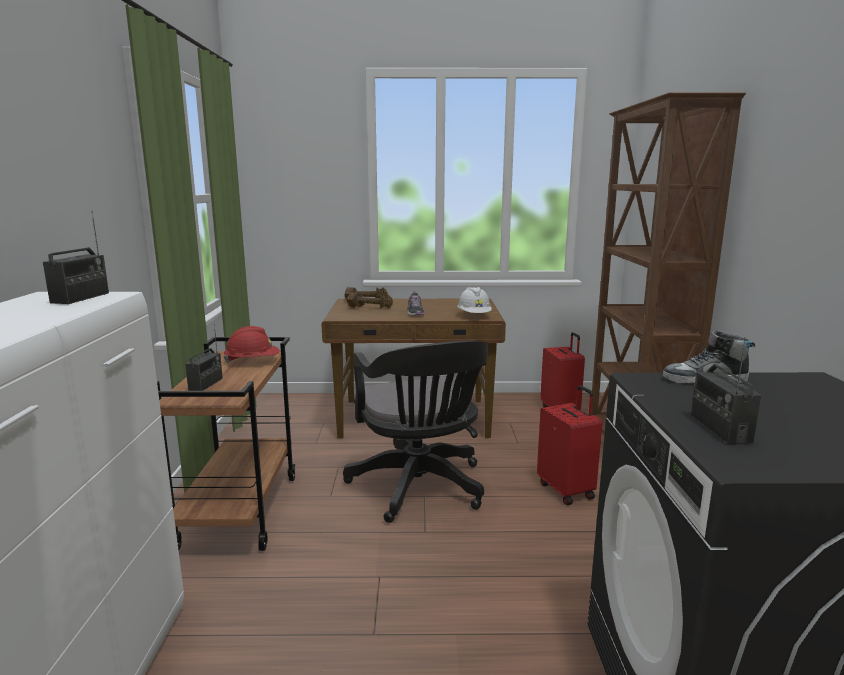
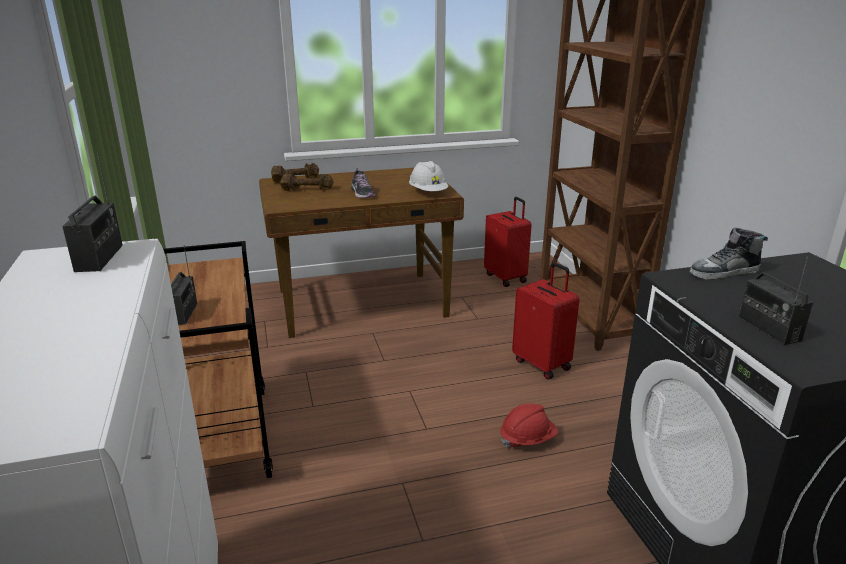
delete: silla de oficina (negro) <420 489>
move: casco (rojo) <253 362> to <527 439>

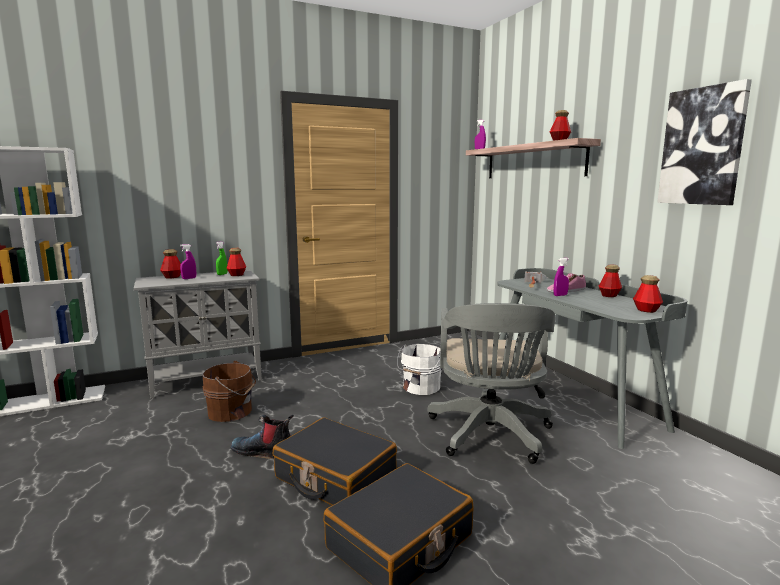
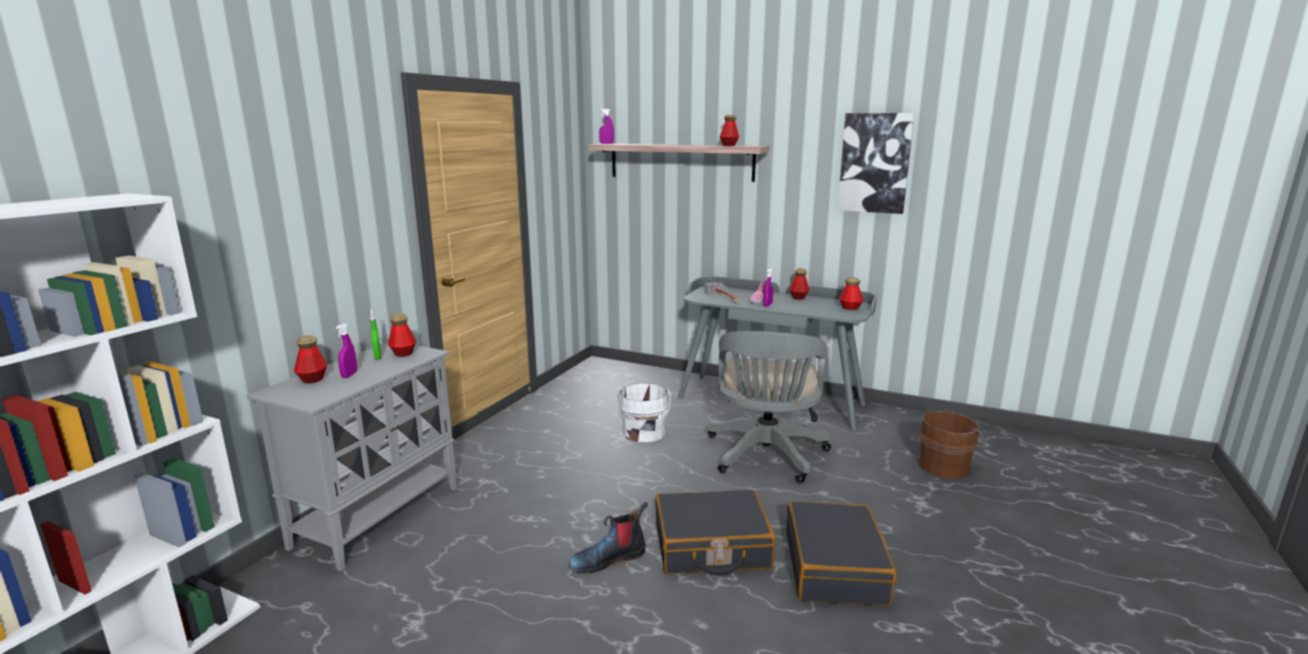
move: cubo (marrón) <232 412> to <945 466>
rotate: silla de oficina (gris) <490 436> = <765 456> 45 degrees clockwise

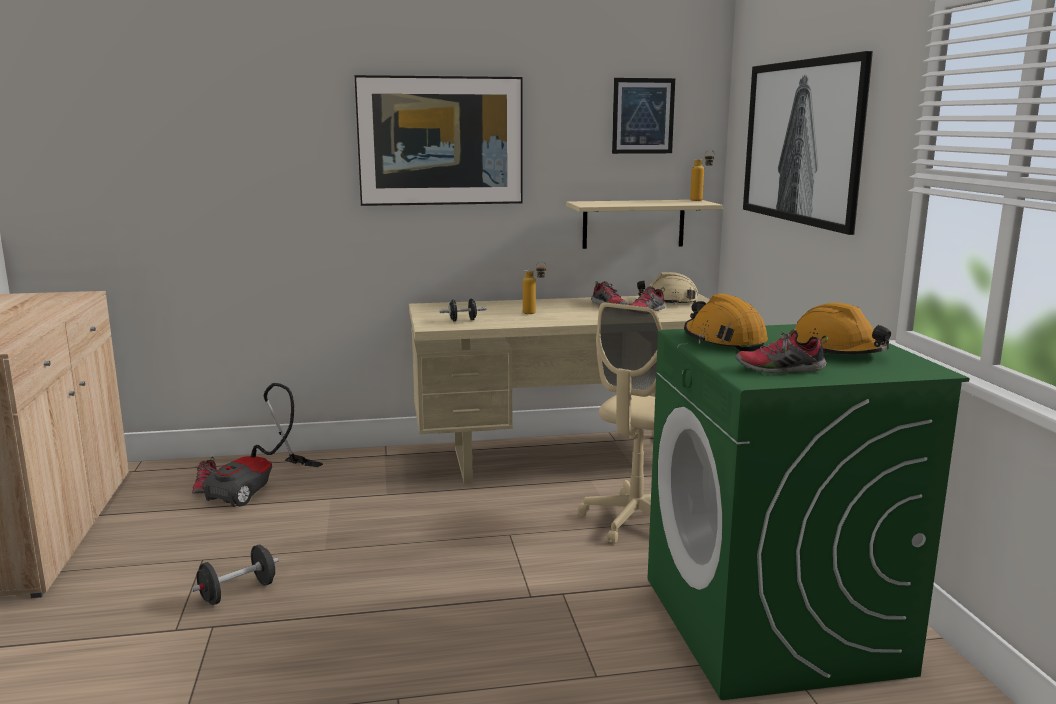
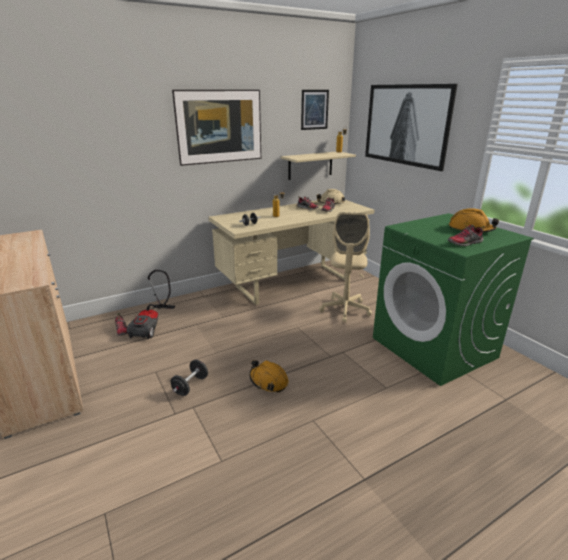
move: casco (naranja) <724 341> to <268 381>

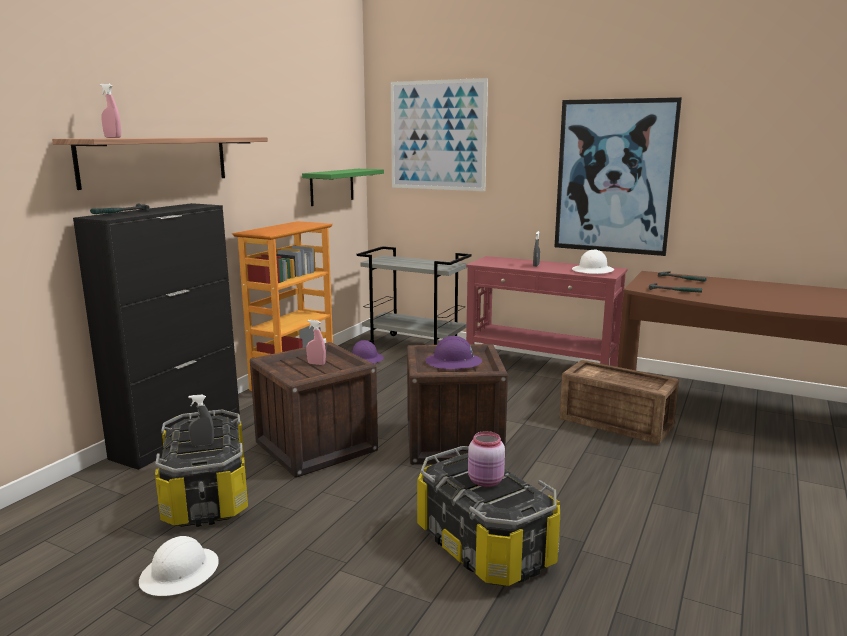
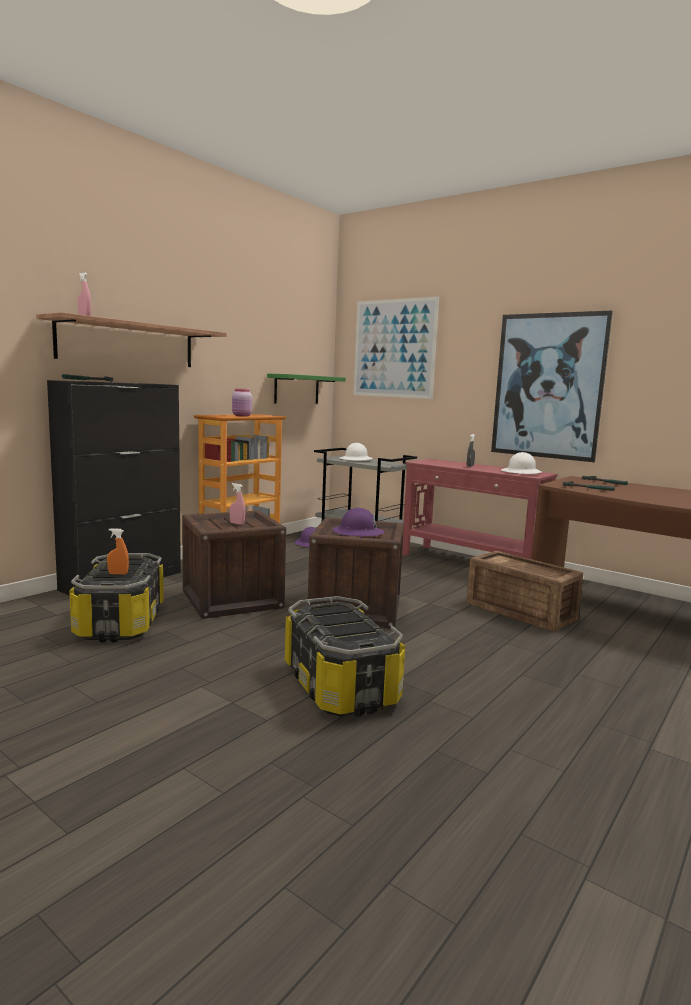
move: casco (blanco) <180 573> to <356 459>; tarro (rosa) <486 482> to <242 416>
recolor: pulverizador (gris) <202 444> to pulverizador (naranja) <118 574>

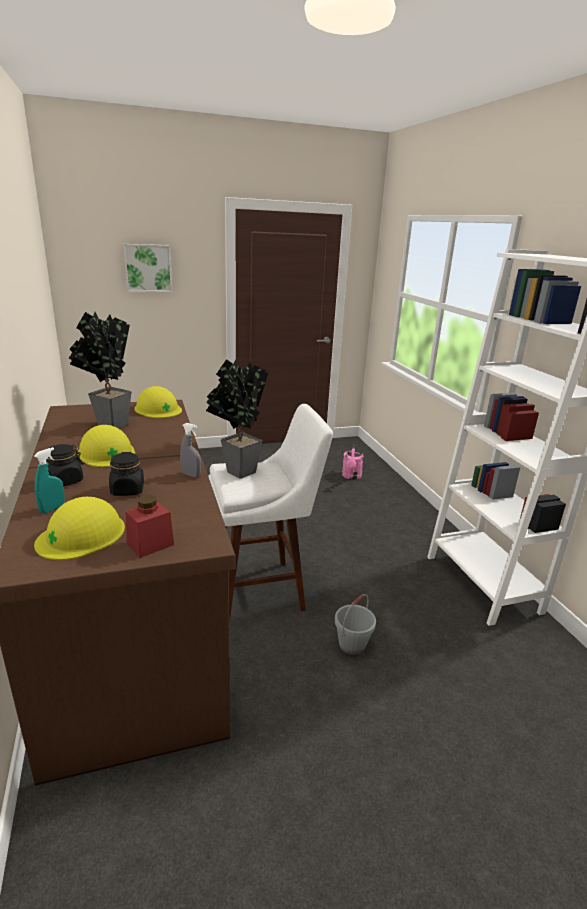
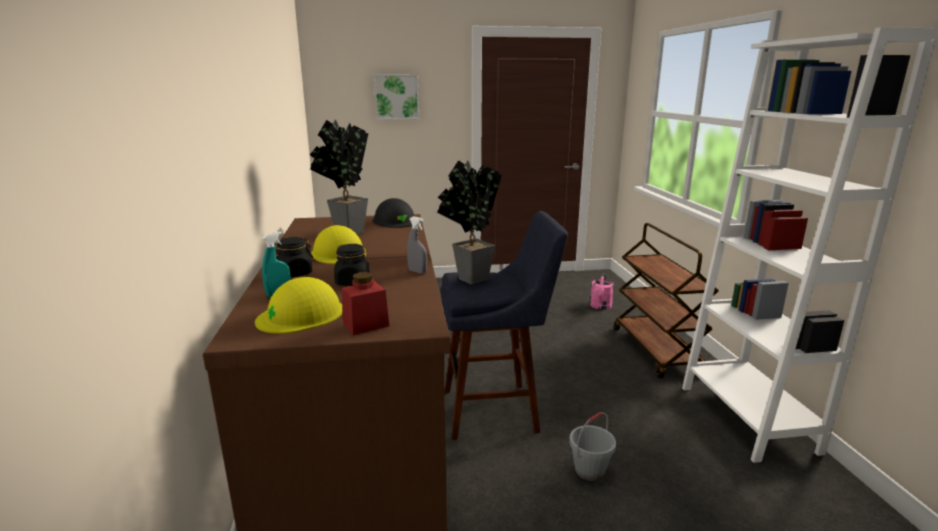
insert: carrito (marrón) <656 351>
recolor: casco (amarillo) <158 409> to casco (negro) <395 221>; taburete (blanco) <264 589> to taburete (azul) <497 410>

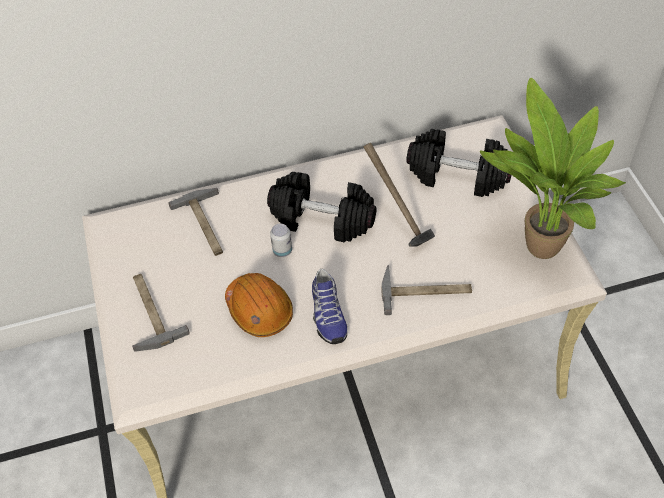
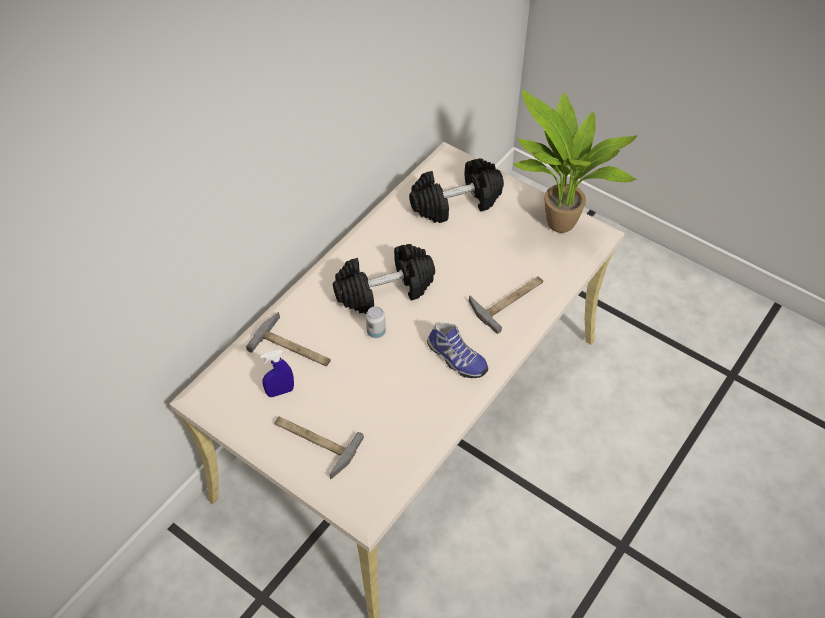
delete: casco (naranja) <259 310>; martillo <396 221>
insert: pulverizador (azul) <280 391>

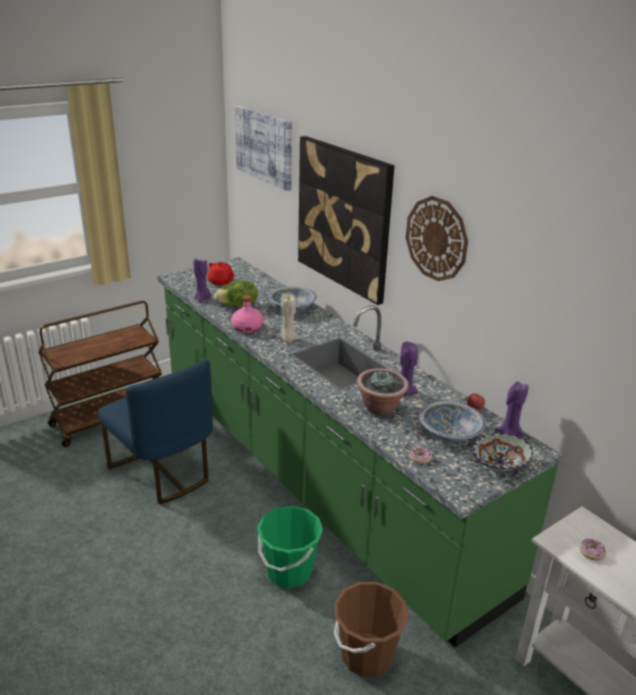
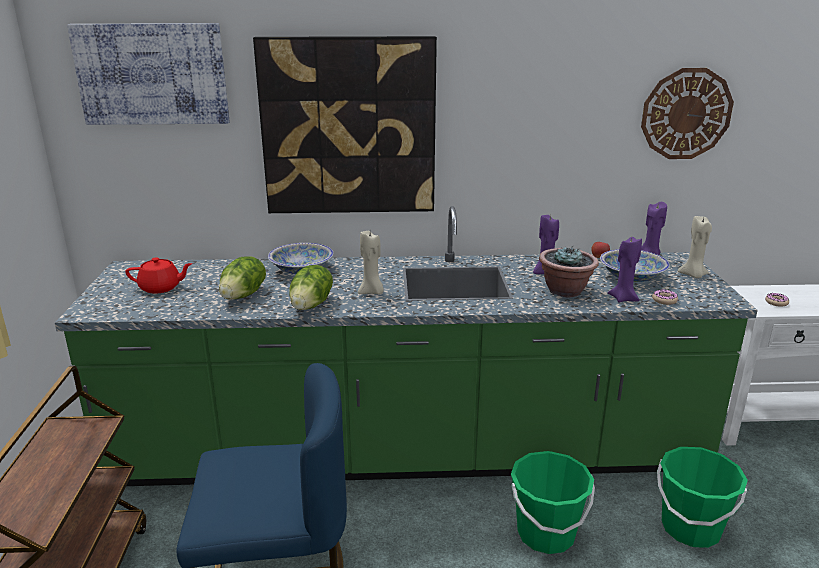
move: vela (morado) <203 299> to <623 298>; reloj de pared <436 238> to <686 114>
replace: botella (rosa) <248 328> to lechuga <312 305>; cuenco <499 464> to vela (beis) <693 275>
recolor: cubo (marrón) <366 655> to cubo (verde) <690 528>

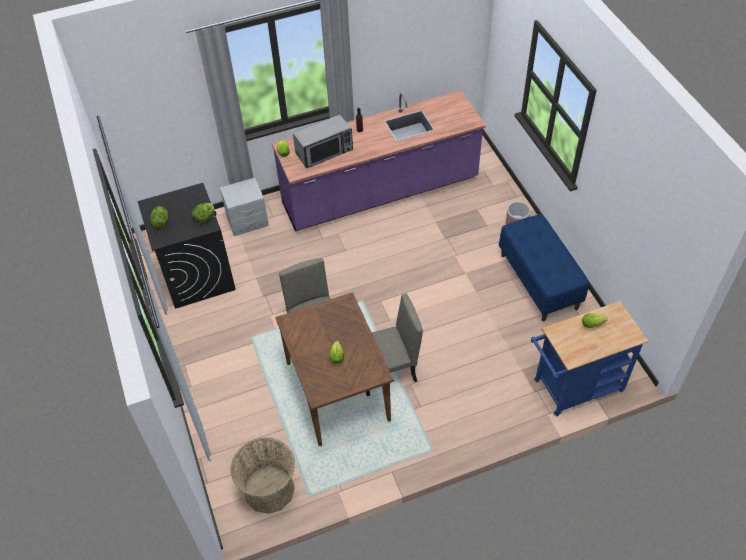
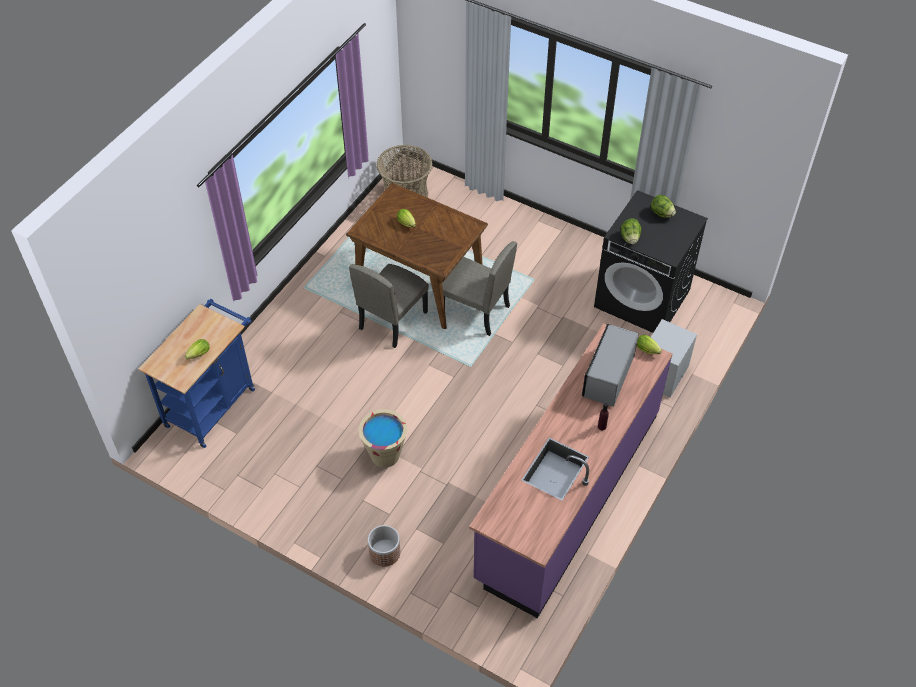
delete: banco (azul) <539 281>
insert: cubo (beis) <385 455>

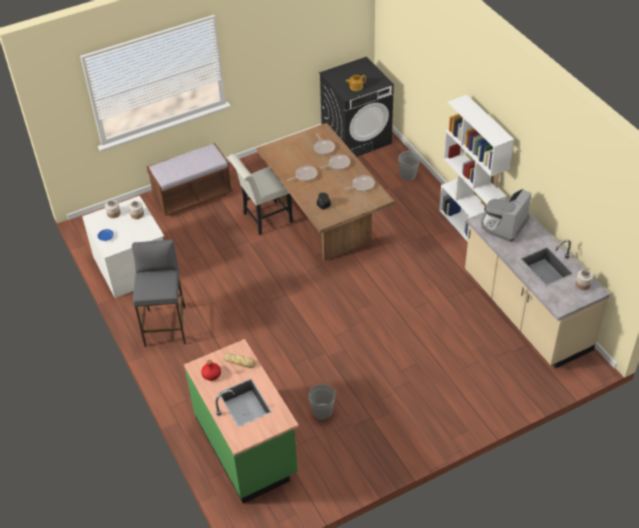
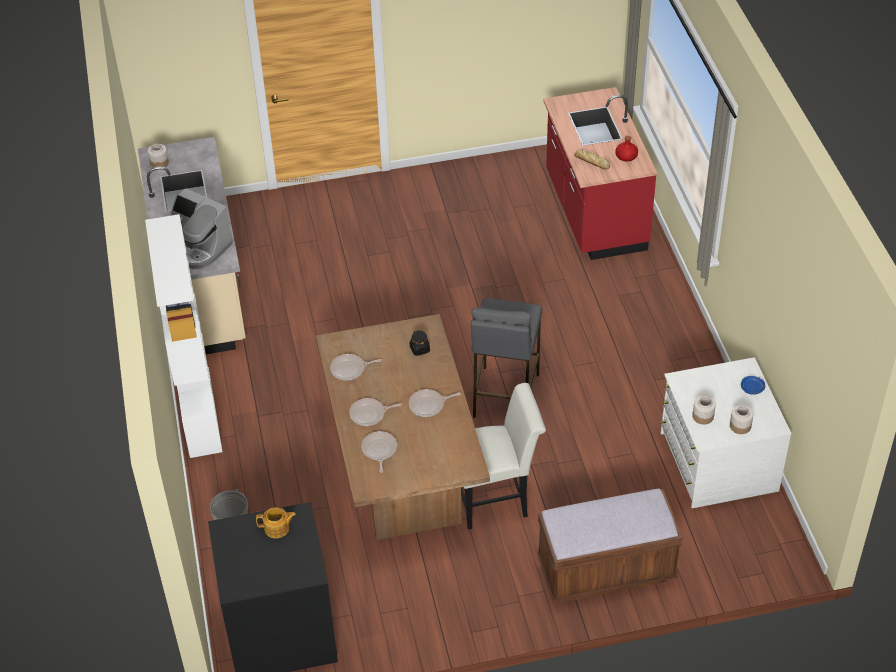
delete: cubo (gris) <322 411>
move: taburete (gris) <166 326> to <505 395>
recolor: mueble bajo de cocina (verde) <247 446> to mueble bajo de cocina (rojo) <594 212>
rotate: cafetera <504 225> = <197 248> 75 degrees clockwise

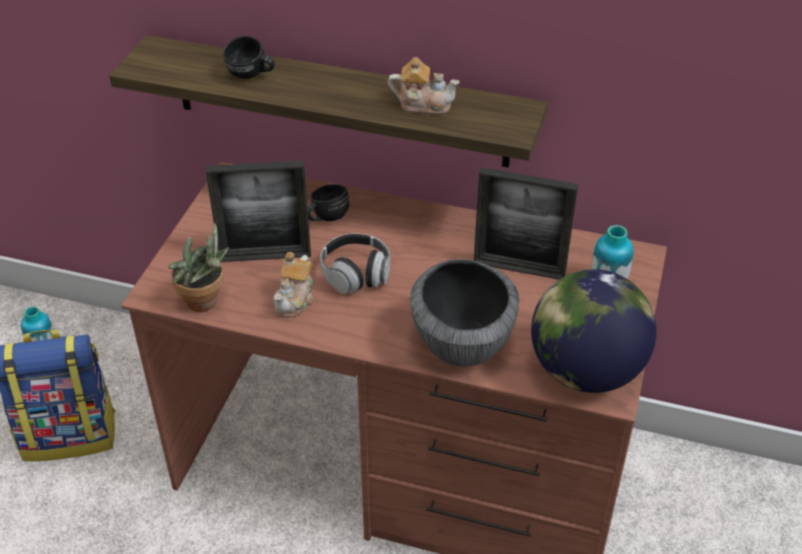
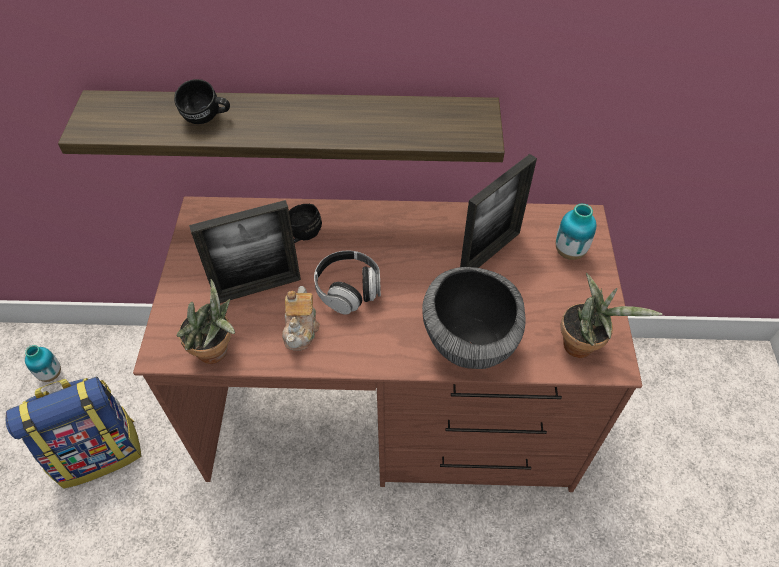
delete: tetera <423 104>
replace: globo terráqueo <585 371> to planta en maceta <583 345>
rotate: portarretratos <519 268> = <490 253> 45 degrees counterclockwise

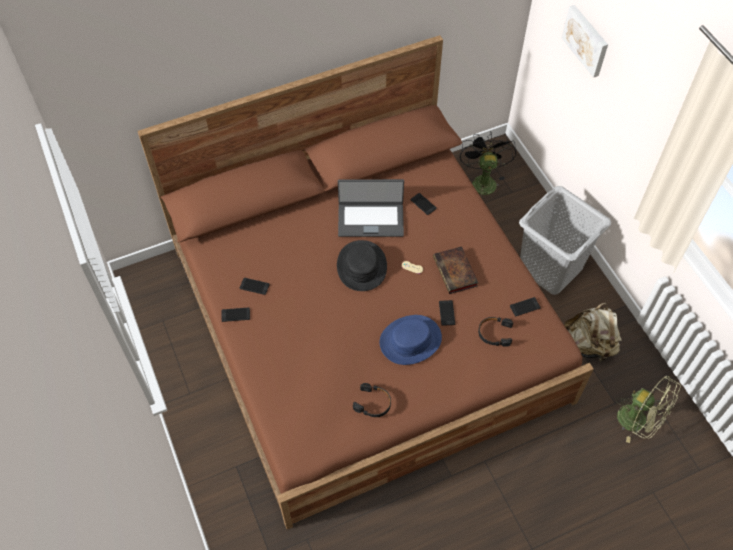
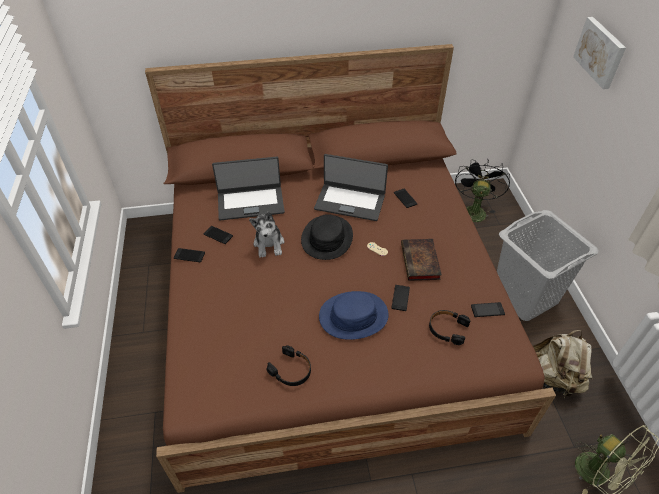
insert: portátil <250 202>; peluche <269 244>

